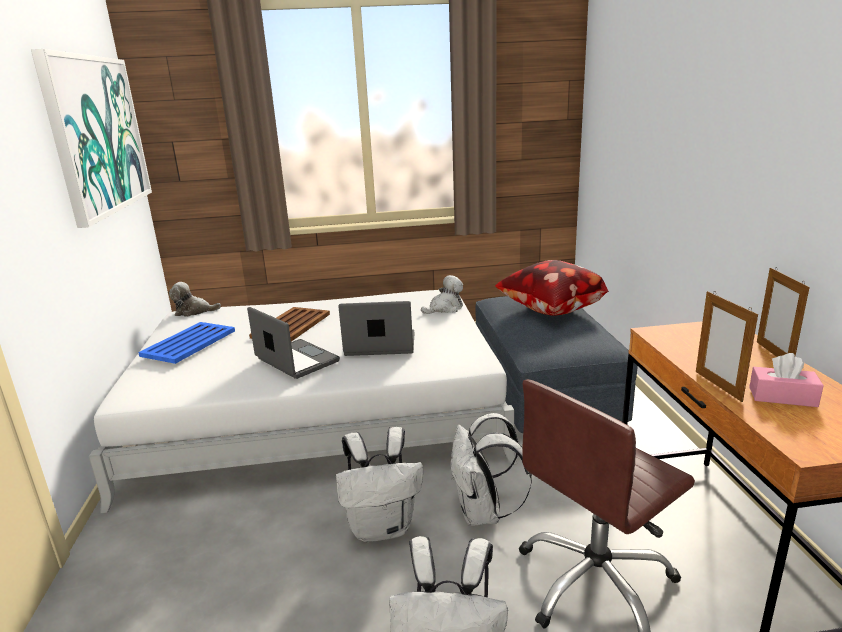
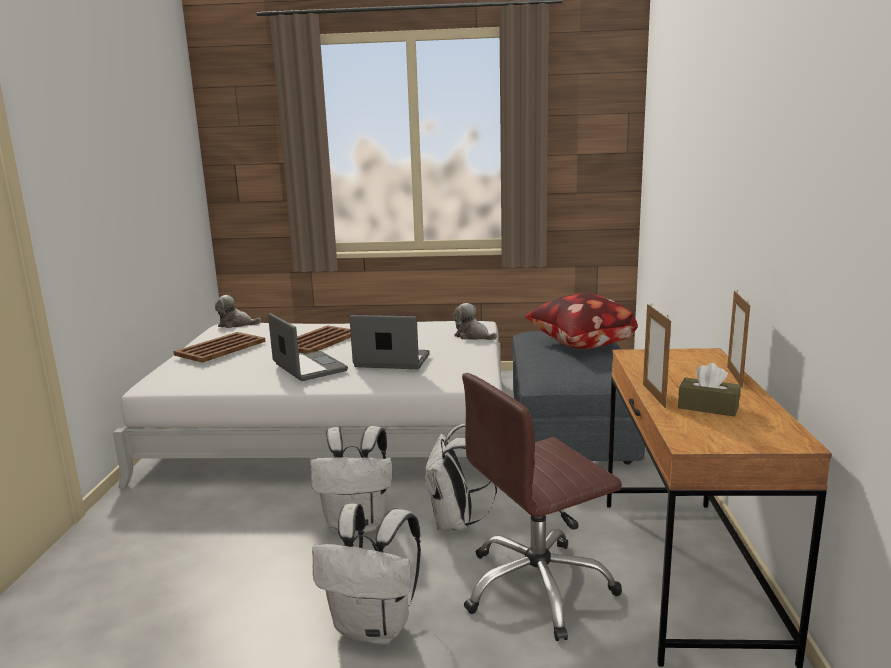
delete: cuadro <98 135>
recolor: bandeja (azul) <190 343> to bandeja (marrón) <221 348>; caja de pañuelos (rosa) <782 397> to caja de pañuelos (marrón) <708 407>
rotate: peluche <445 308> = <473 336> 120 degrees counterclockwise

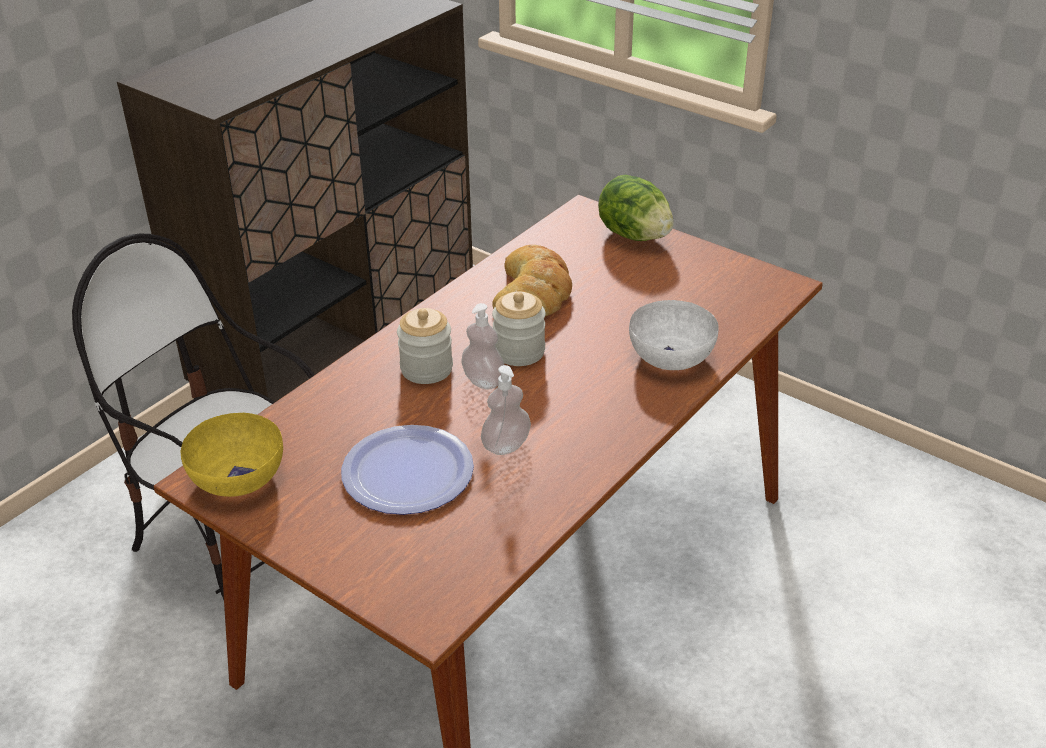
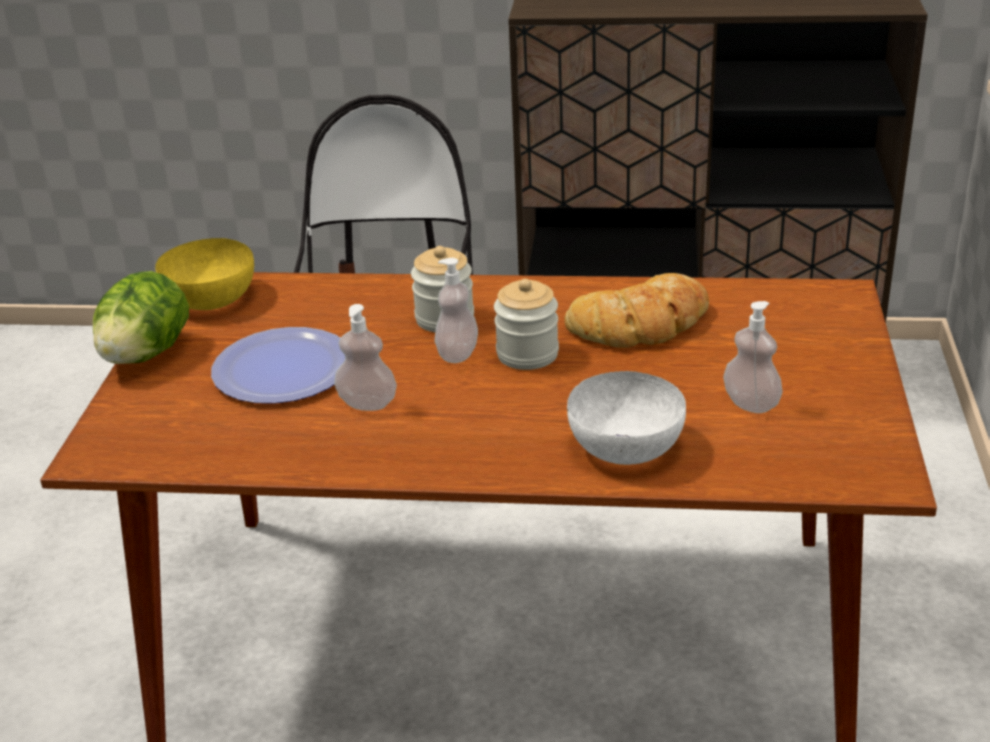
insert: dispensador de jabón <751 404>
move: lechuga <634 235> to <146 354>

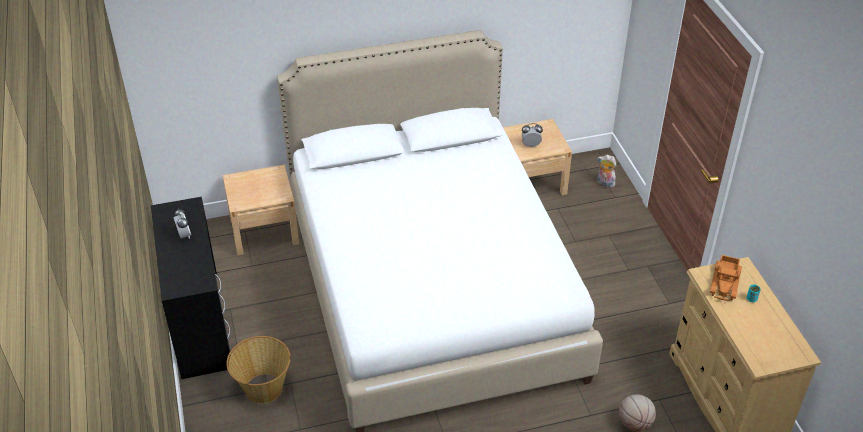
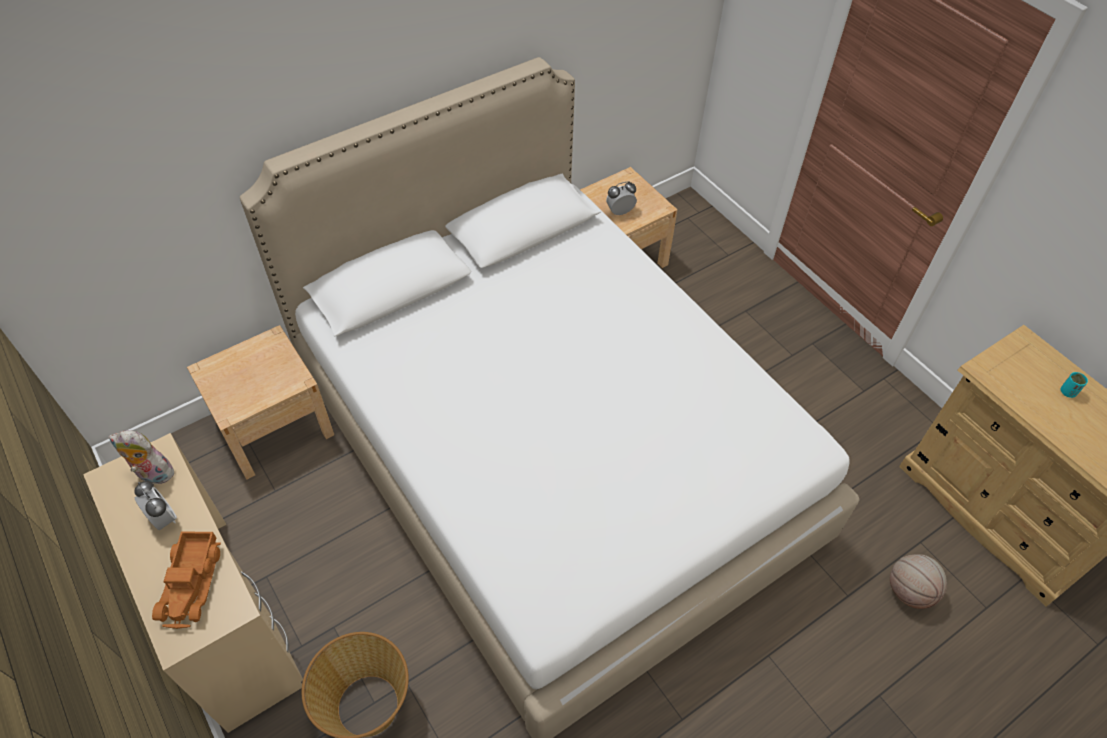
move: peluche <604 183> to <152 474>; camión de juguete <725 283> to <193 582>
recolor: escritorio (negro) <199 324> to escritorio (beis) <225 620>

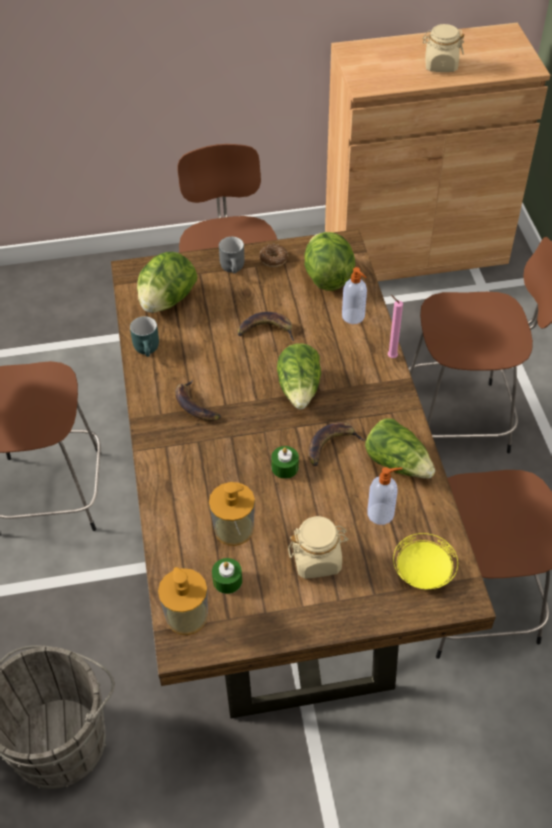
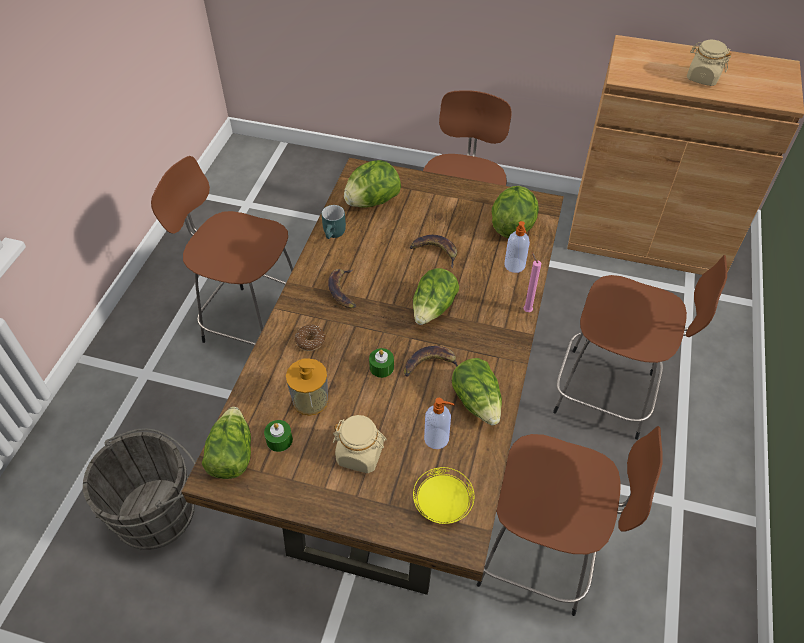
delete: taza grande (gris) <234 268>
move: rosquilla <273 259> to <310 341>
replace: dispensador de jabón <186 616> to lechuga <231 454>

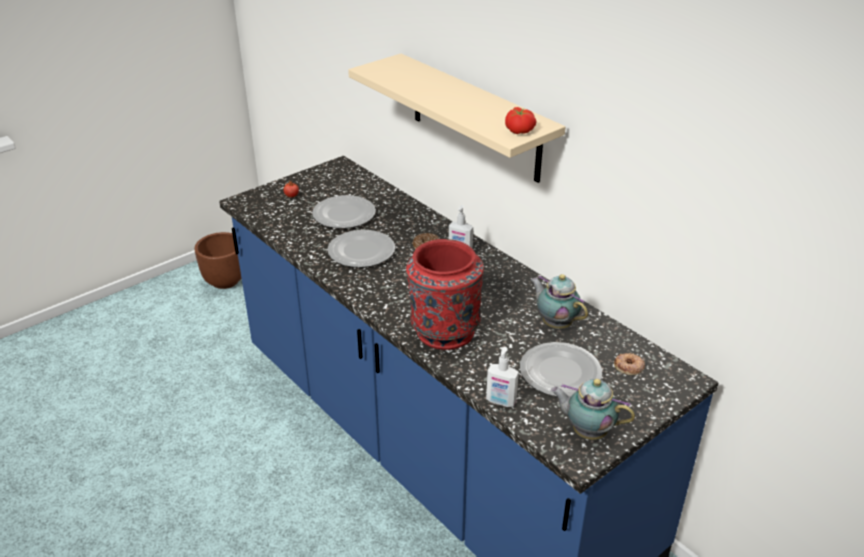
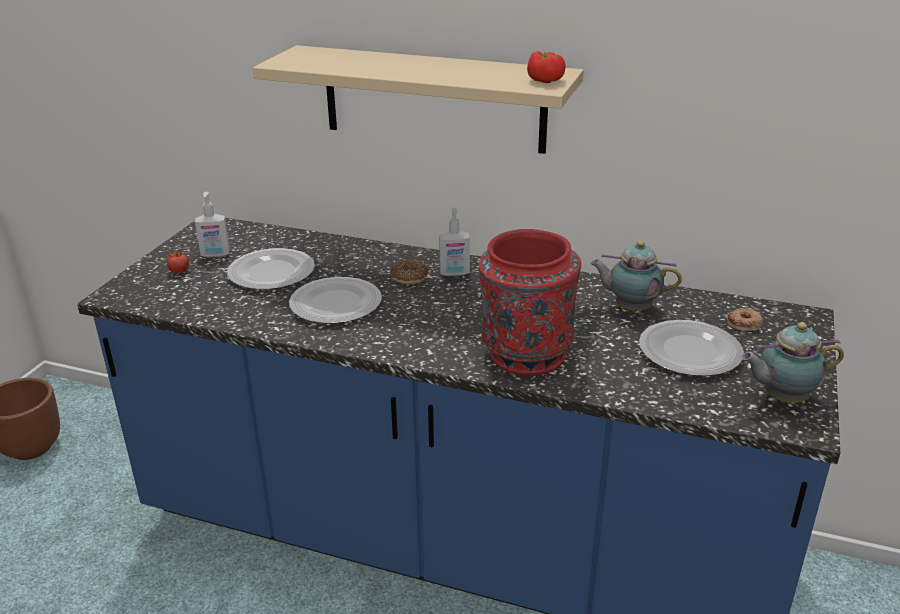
move: dispensador de jabón <500 401> to <215 255>

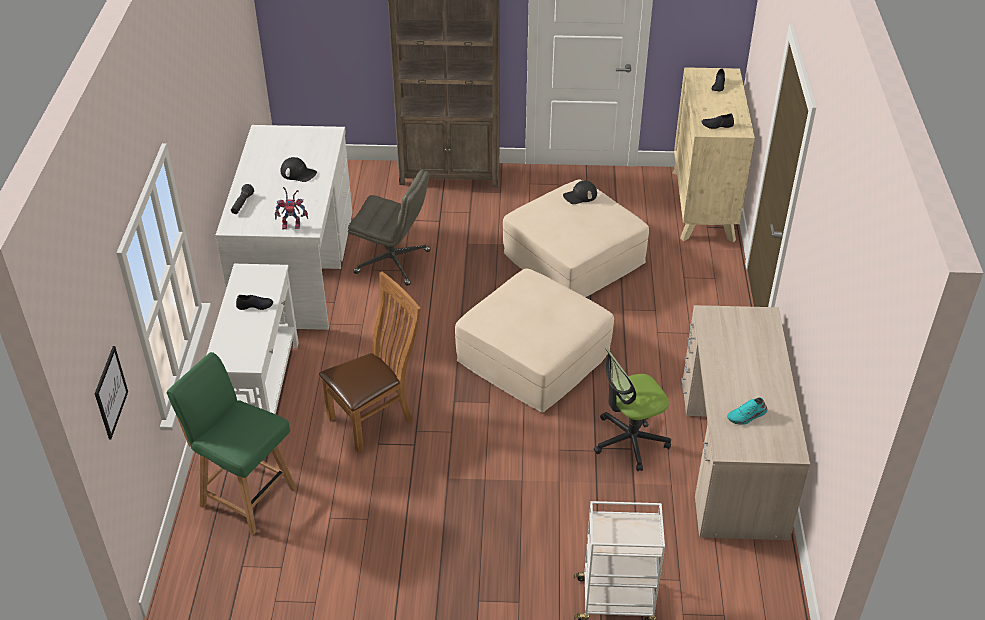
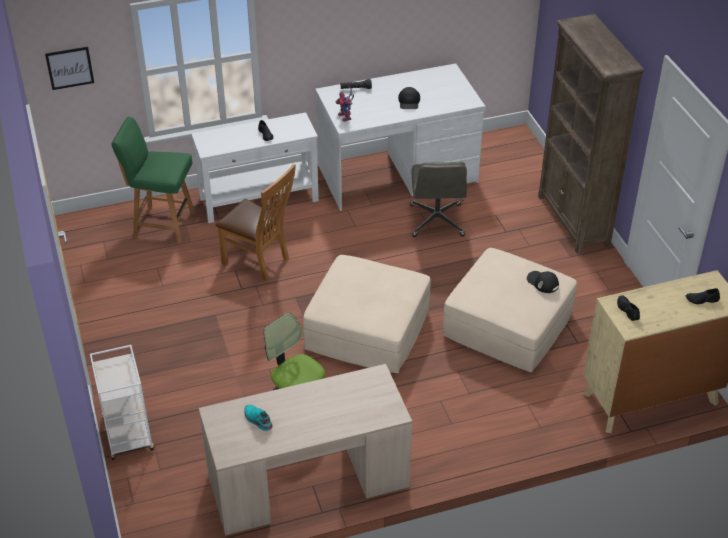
rotate: silla (verde) <246 496> = <162 224> 90 degrees counterclockwise

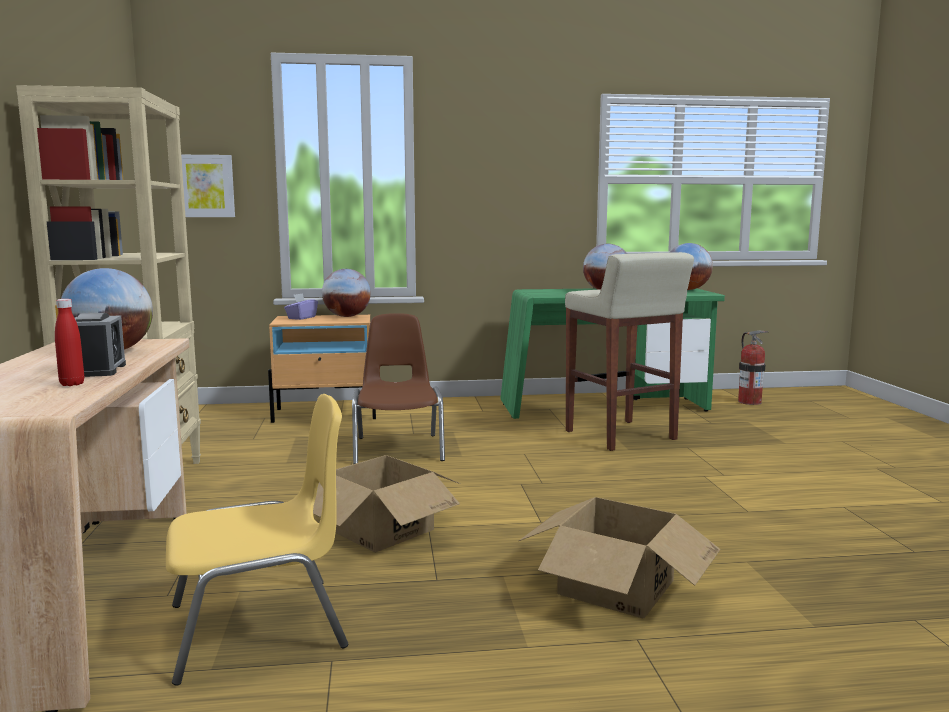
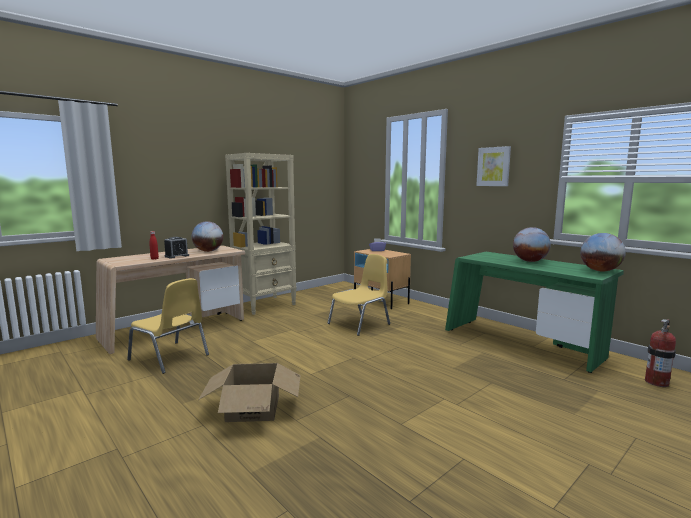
delete: caja de cartón <382 529>; globo terráqueo <347 316>; taburete (beis) <621 436>
move: cuadro <206 186> to <493 166>
recolor: silla (marrón) <398 448> to silla (amarillo) <360 324>

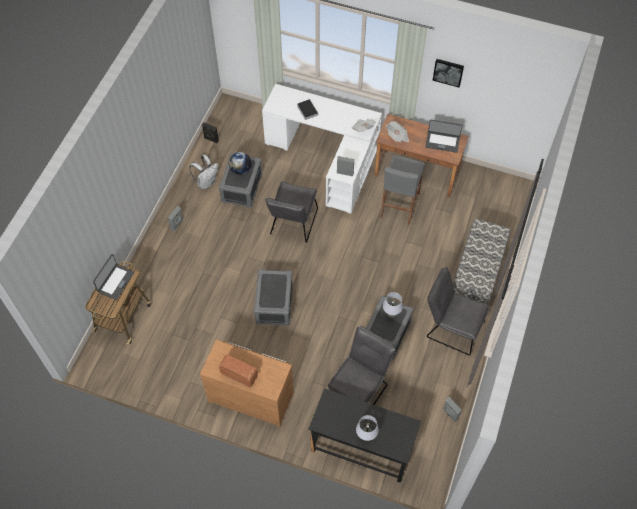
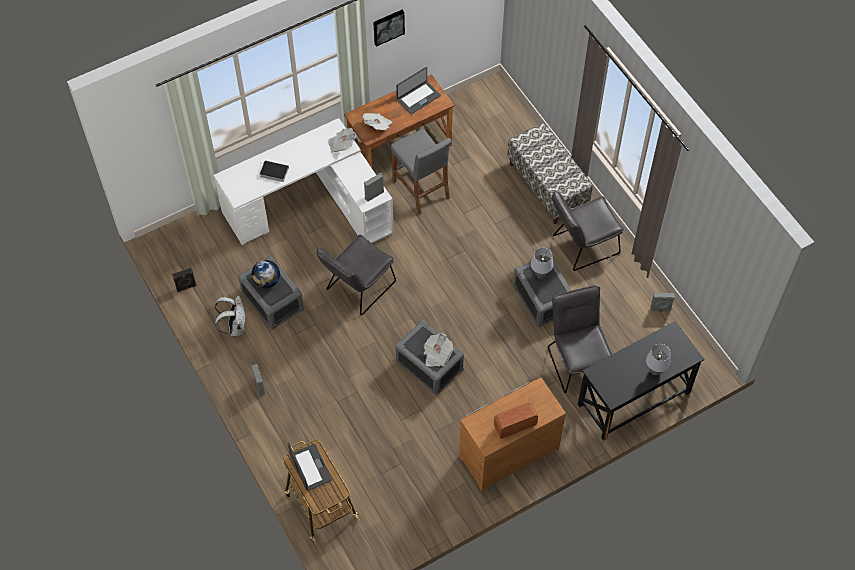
insert: periódico <437 355>
rotate: silla (gris) <292 224> = <357 289> 75 degrees clockwise

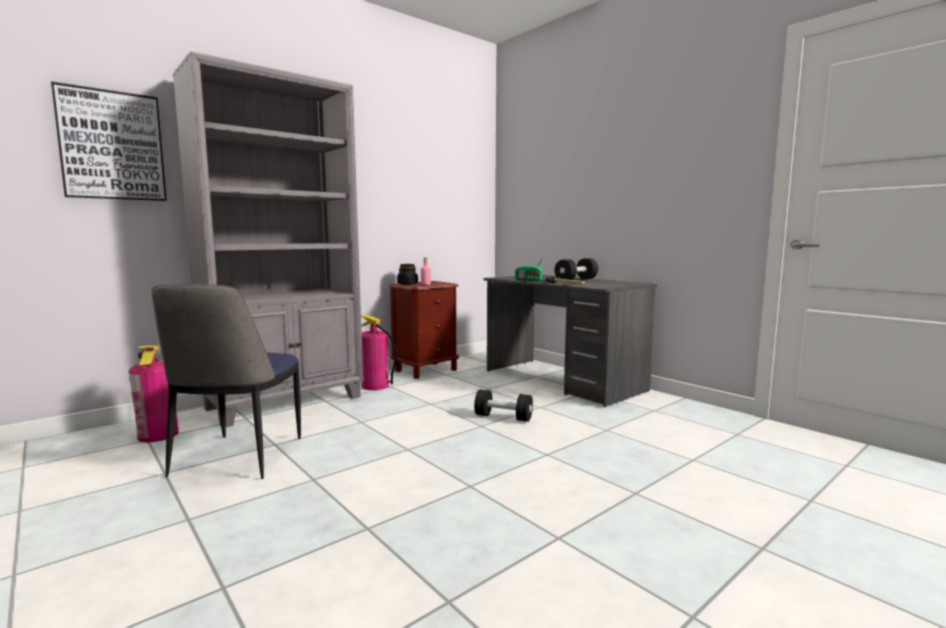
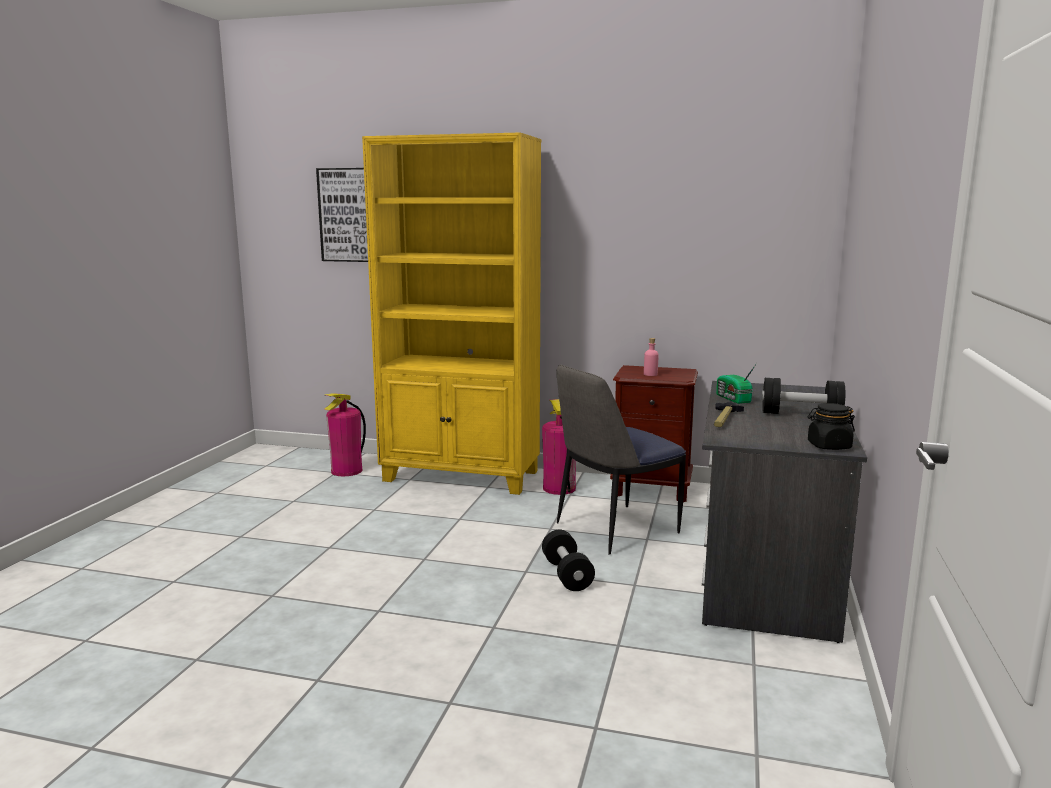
move: silla <237 458> to <614 529>; tarro (negro) <407 284> to <828 446>
recolor: estantería (gris) <287 402> to estantería (amarillo) <462 476>

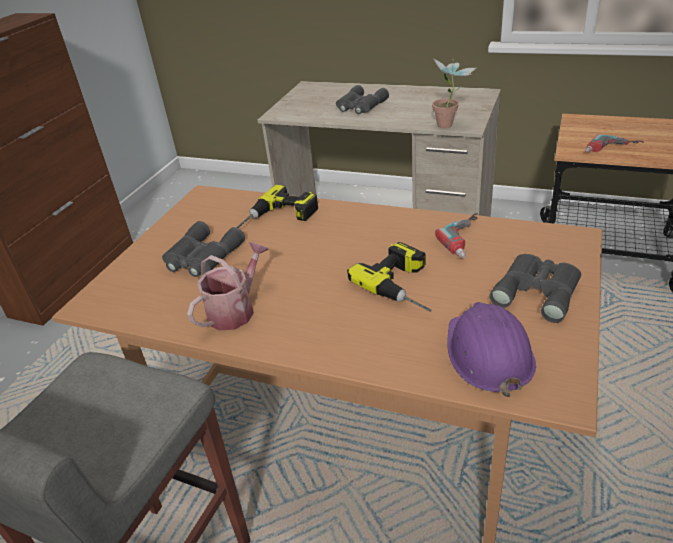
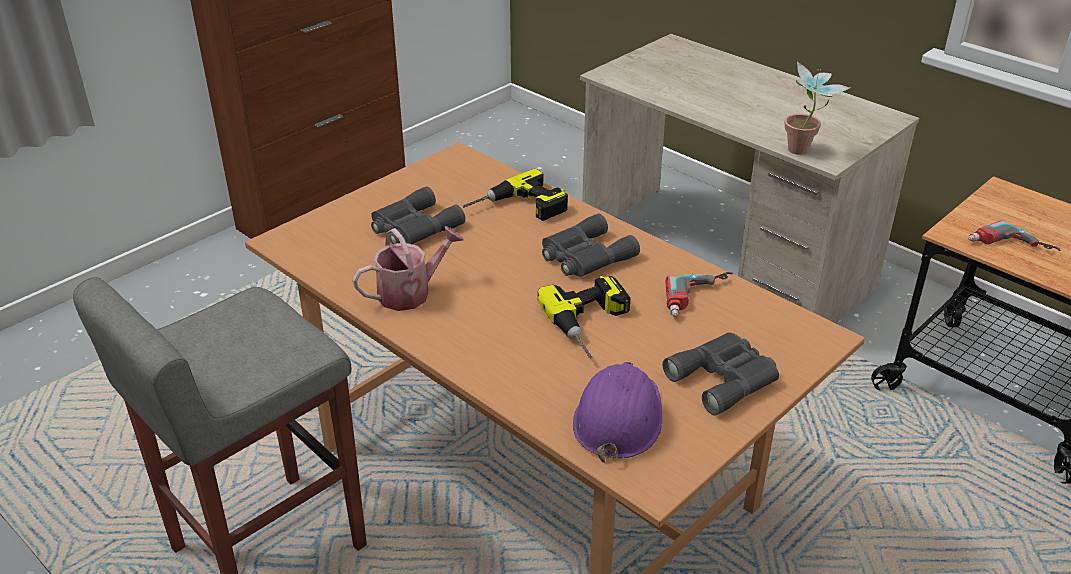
move: prismáticos (gris) <360 106> to <584 256>

